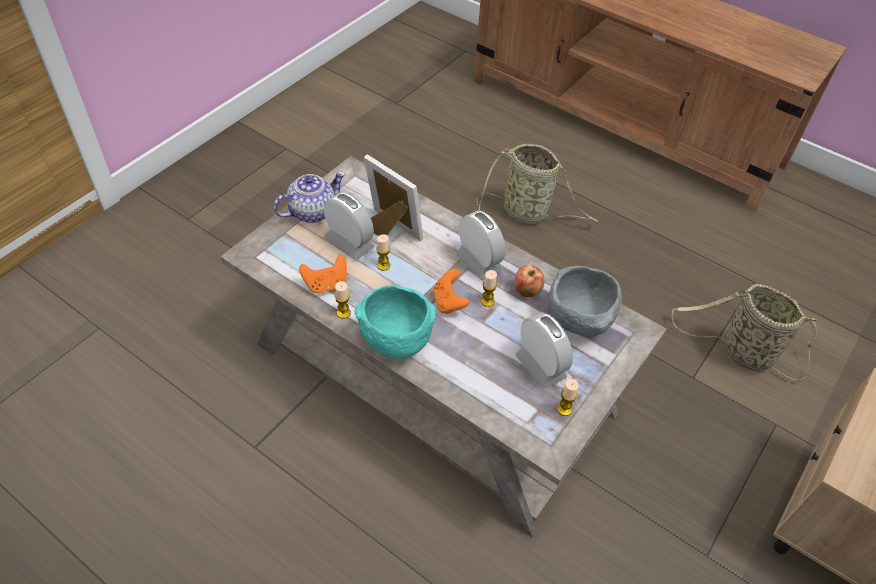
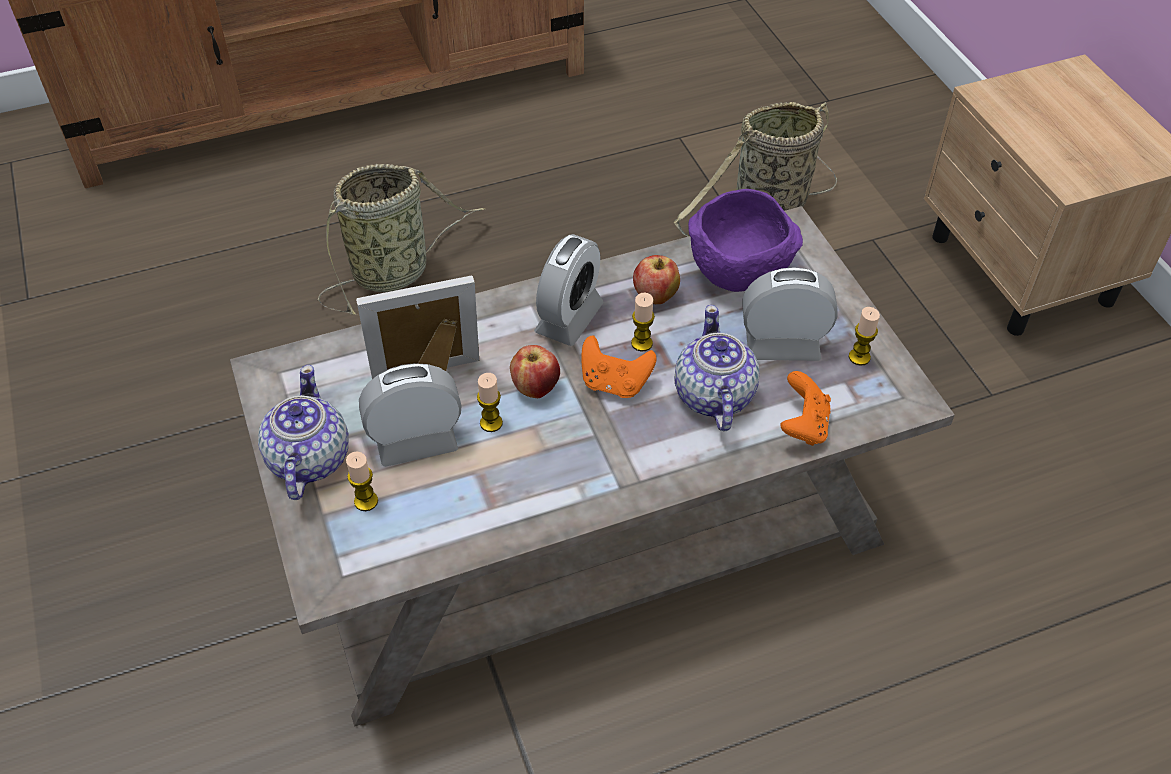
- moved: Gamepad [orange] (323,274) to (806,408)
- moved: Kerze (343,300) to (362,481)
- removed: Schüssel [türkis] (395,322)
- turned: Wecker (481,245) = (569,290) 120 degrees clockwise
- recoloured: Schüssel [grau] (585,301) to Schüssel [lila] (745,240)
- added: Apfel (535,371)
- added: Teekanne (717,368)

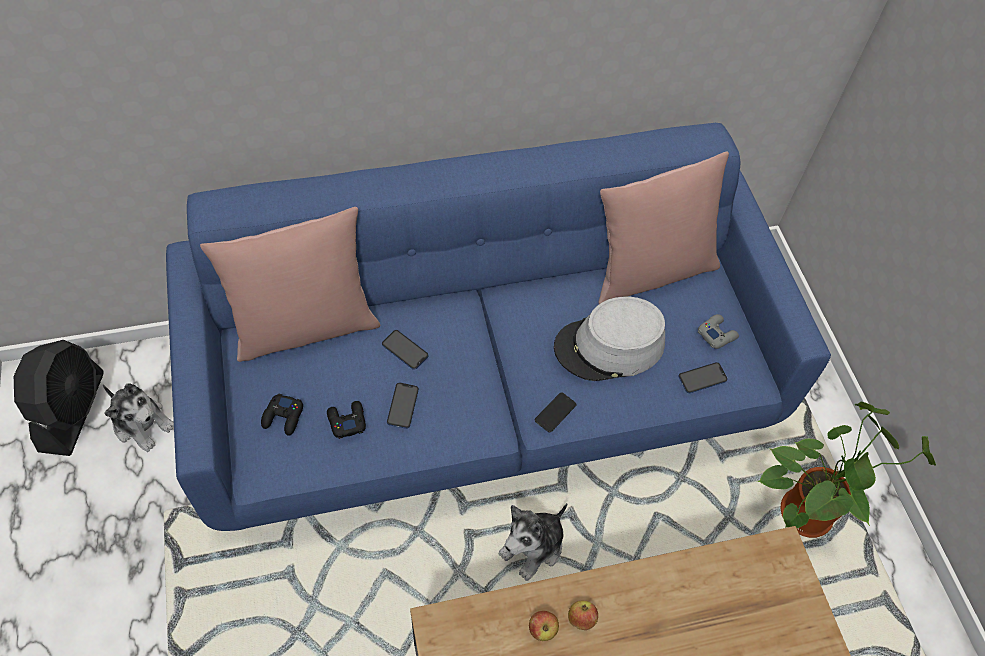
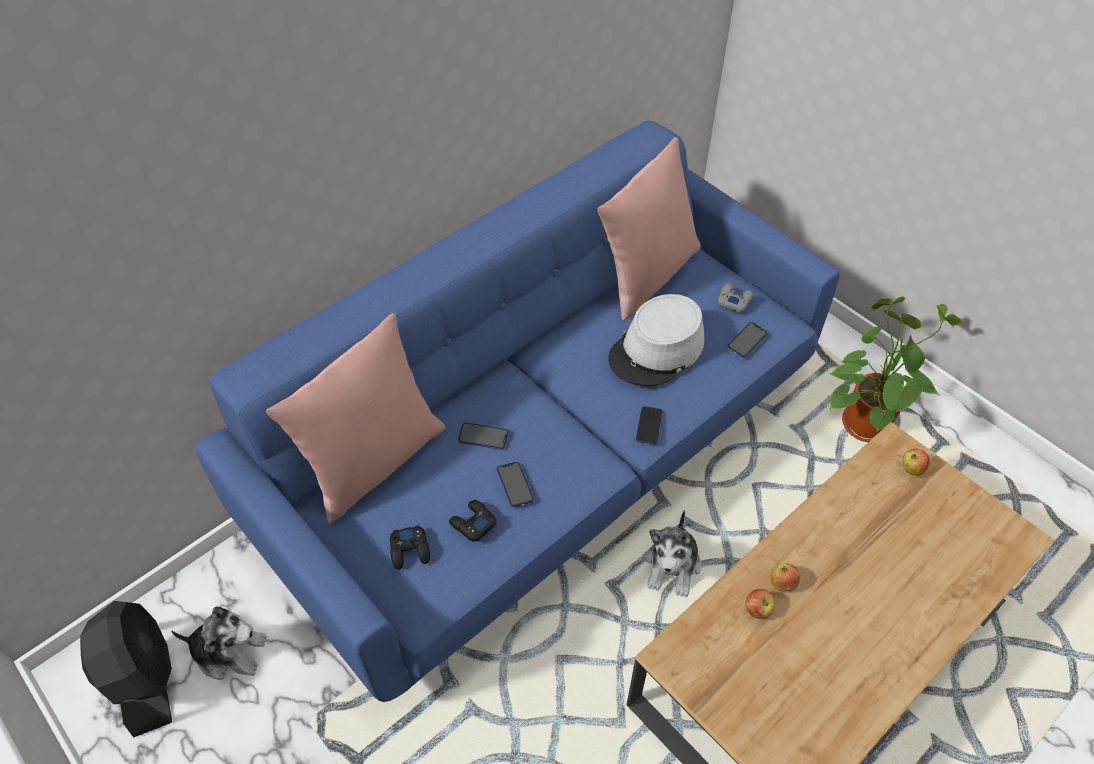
- added: Apfel (916,462)

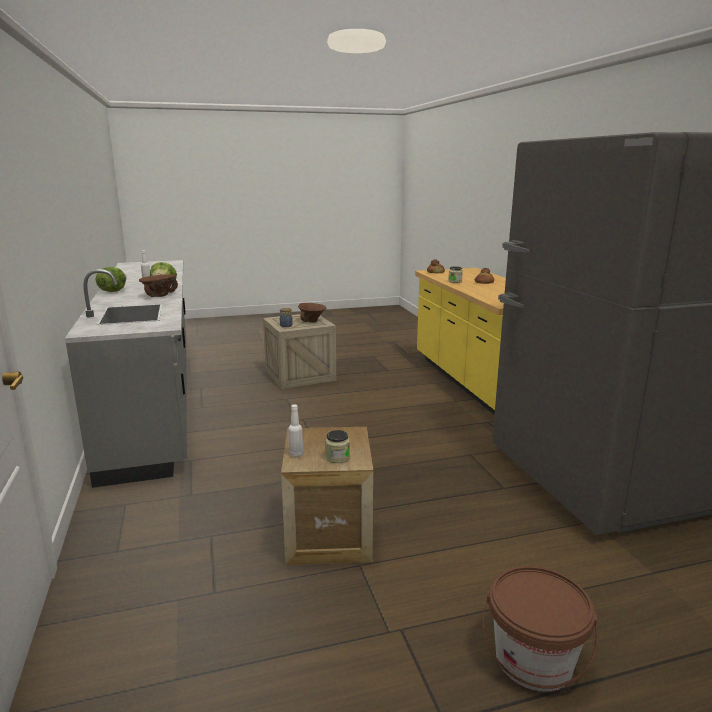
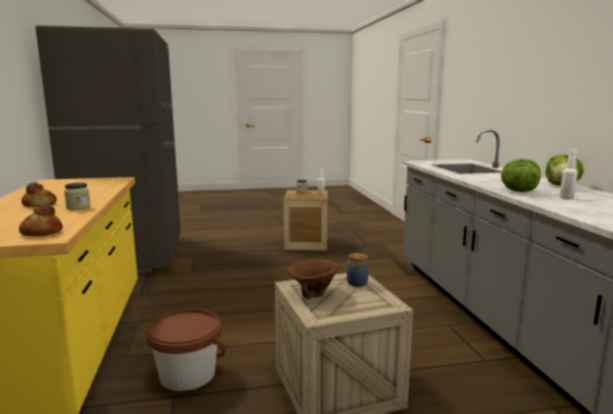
- removed: Schüssel [braun] (158,285)
- moved: Eimer [braun] (540,629) to (186,350)

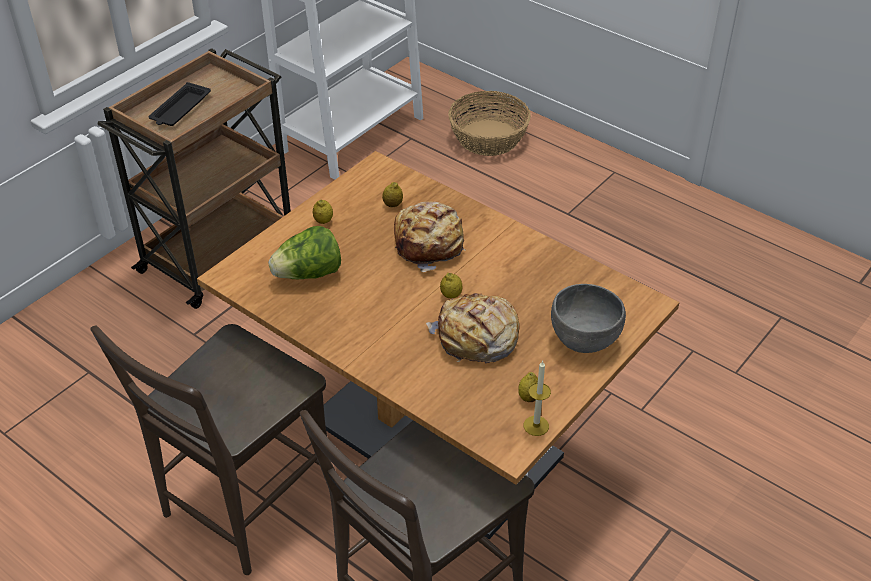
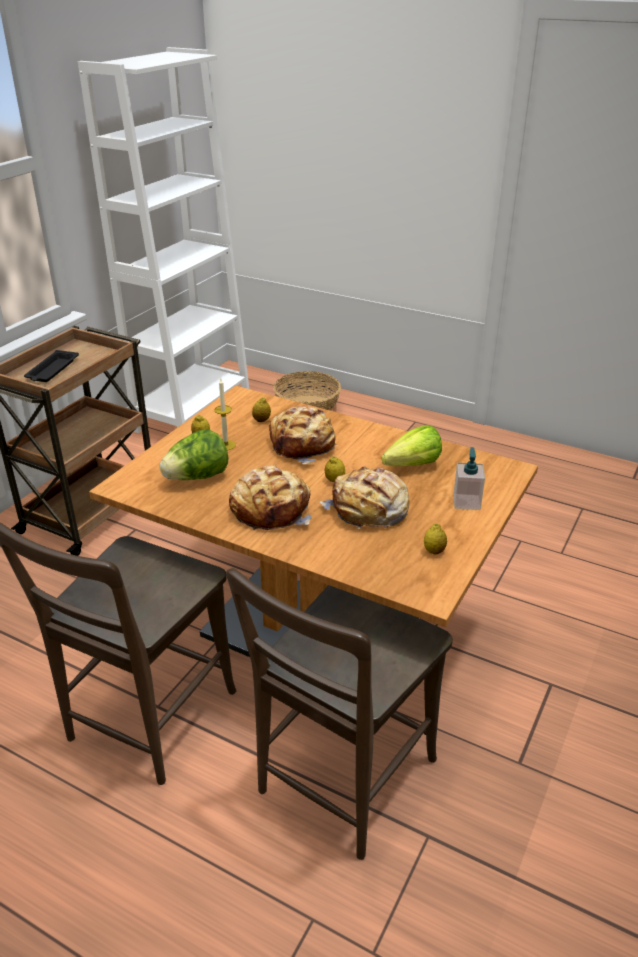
- moved: Kerze (537,398) to (225,414)
- replaced: Schüssel [grau] (588,318) to Seifenspender (469,478)
- added: Brot (270,497)
- added: Salatkopf (412,445)

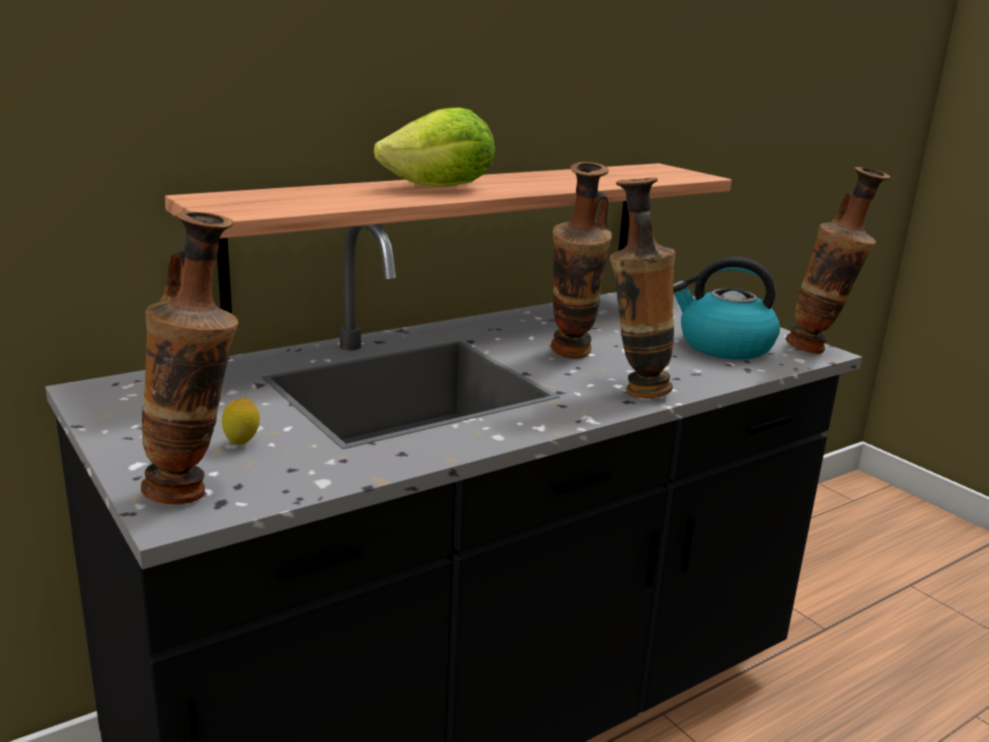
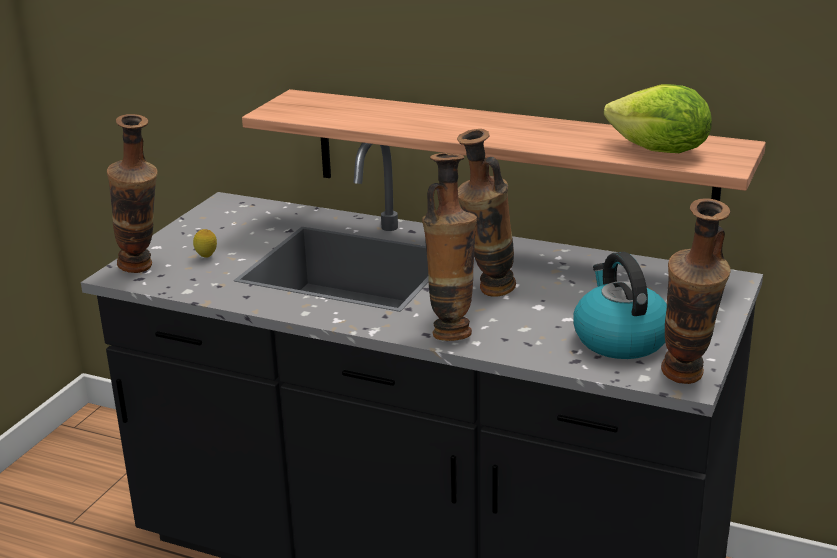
- moved: Salatkopf (434,147) to (658,118)

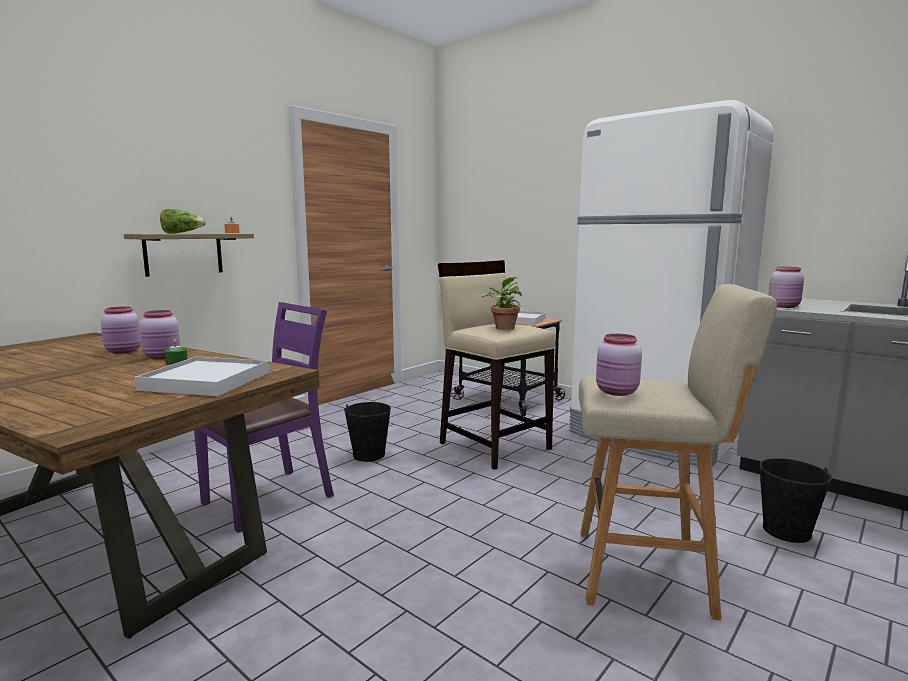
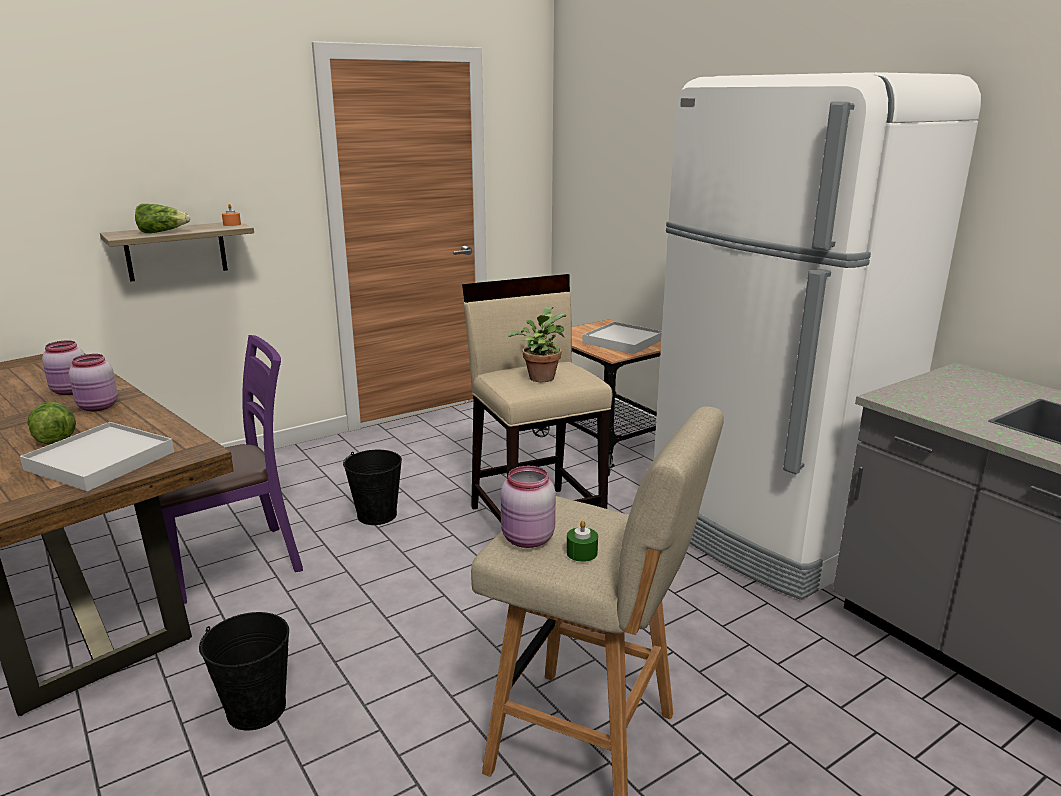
- moved: Kerze [grün] (176,352) to (582,541)
- moved: Eimer [schwarz] (795,500) to (244,671)
- removed: Vorratsglas [rosa] (786,287)
- added: Salatkopf (51,423)

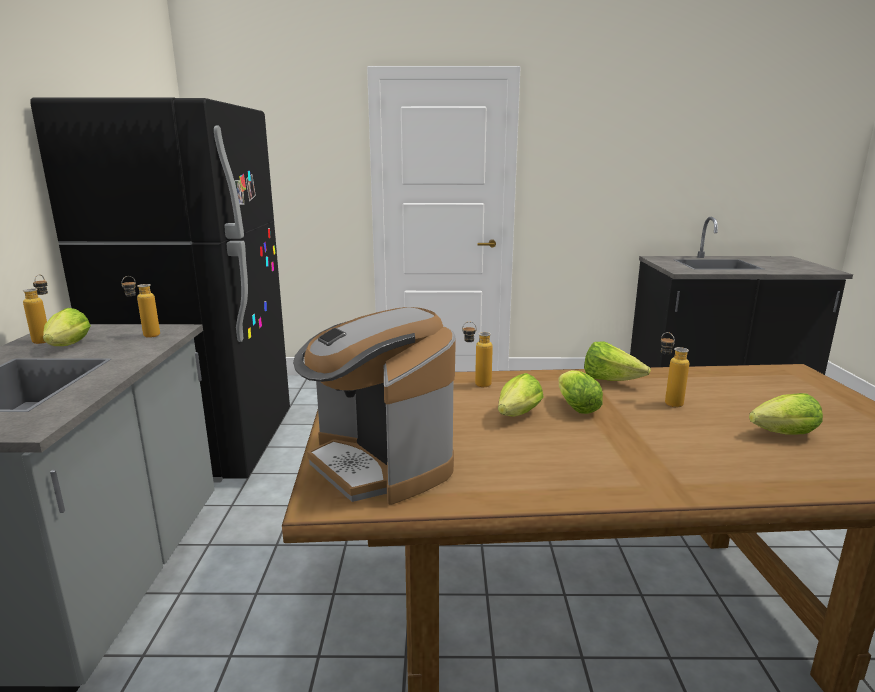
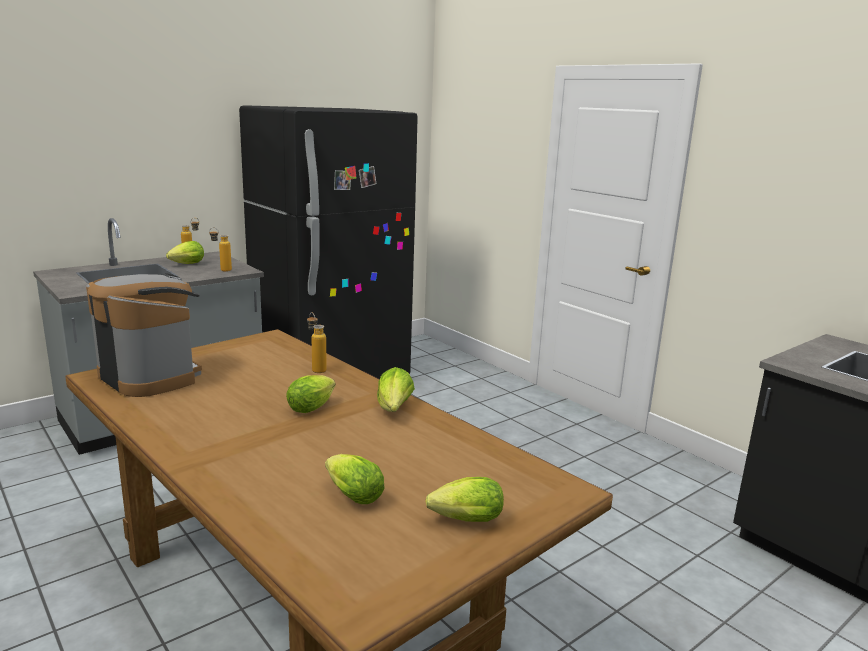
- turned: Kaffeemaschine (374,406) = (144,335) 120 degrees clockwise
- moved: Salatkopf (520,395) to (464,499)
- removed: Flasche (674,369)

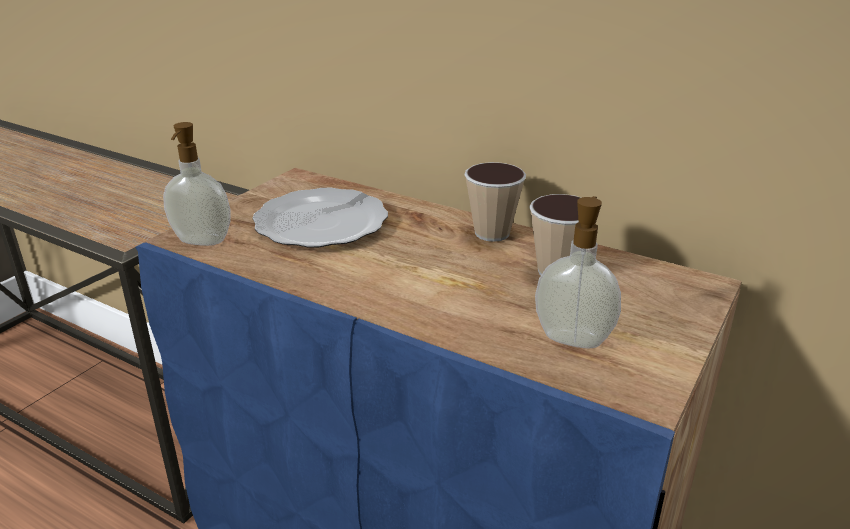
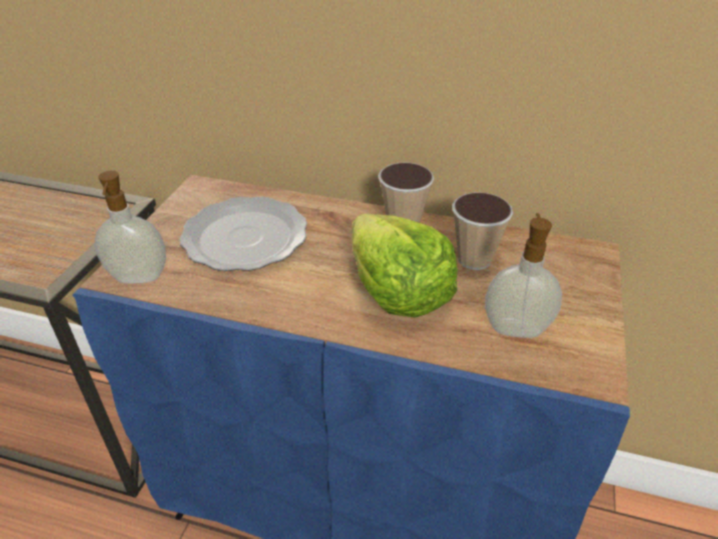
- added: Salatkopf (405,266)

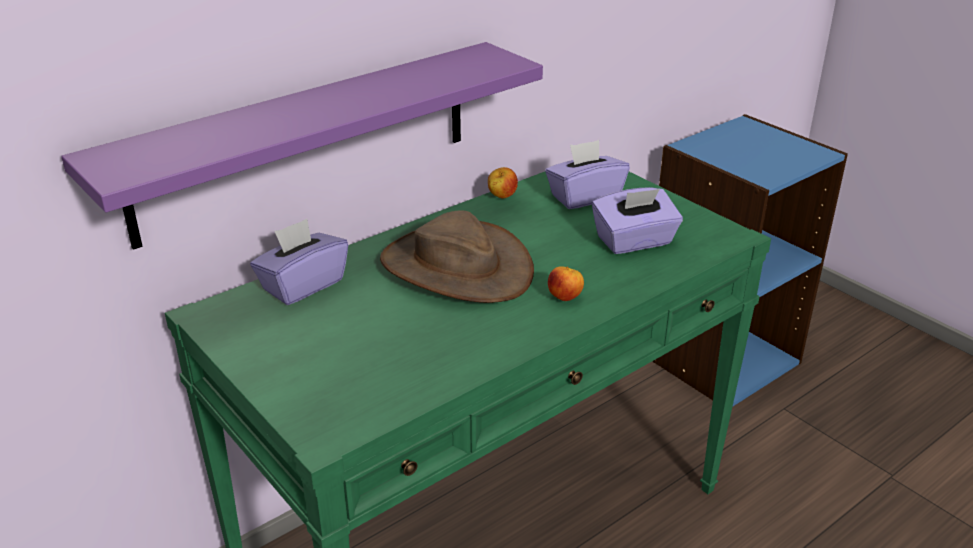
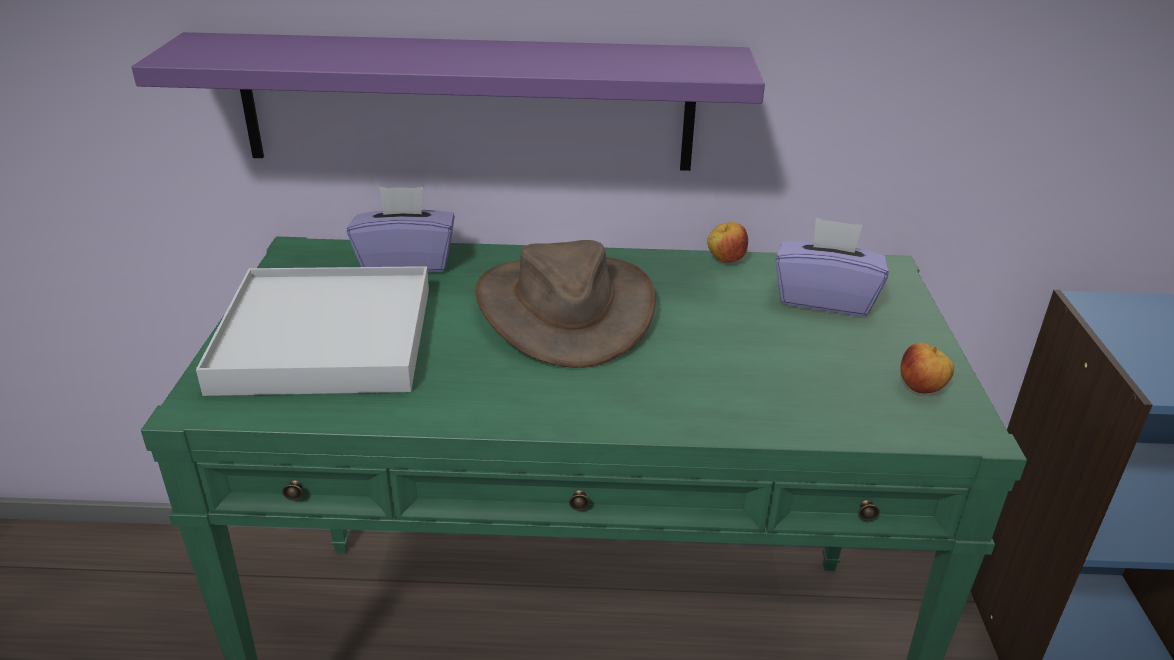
- moved: Apfel (566,283) to (927,368)
- removed: Taschentuchbox [lila] (637,220)
- added: Tablett [weiß] (312,331)

